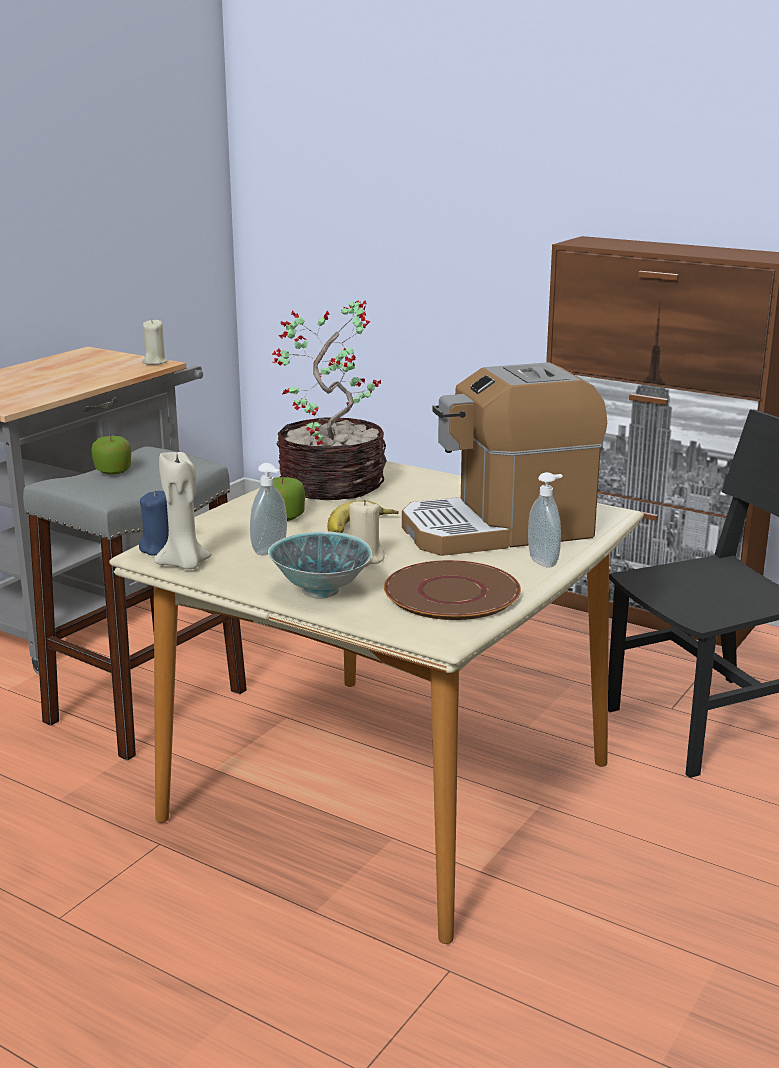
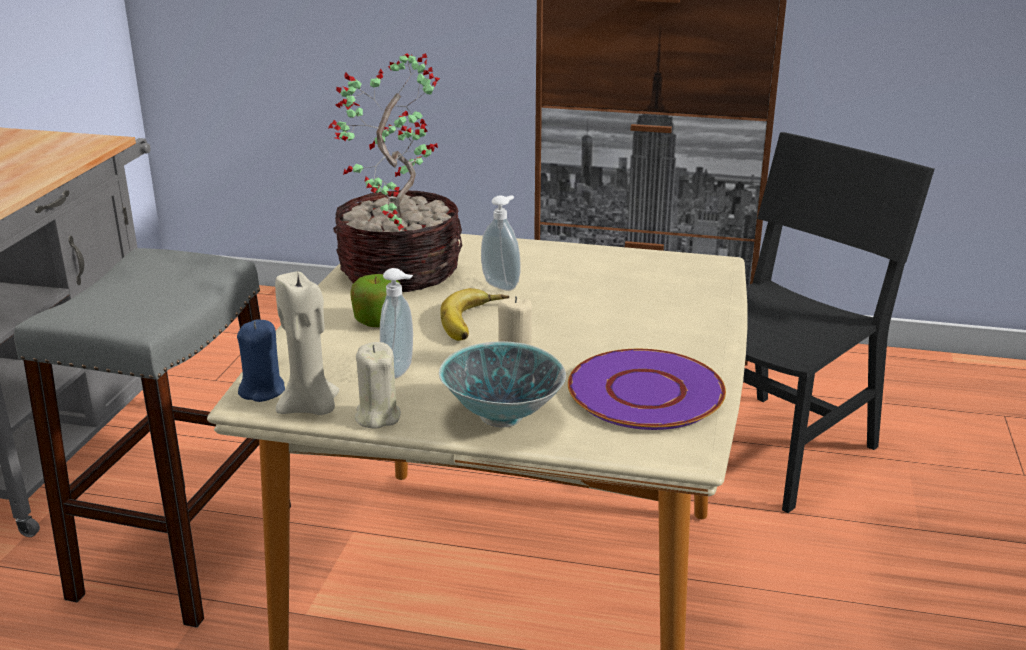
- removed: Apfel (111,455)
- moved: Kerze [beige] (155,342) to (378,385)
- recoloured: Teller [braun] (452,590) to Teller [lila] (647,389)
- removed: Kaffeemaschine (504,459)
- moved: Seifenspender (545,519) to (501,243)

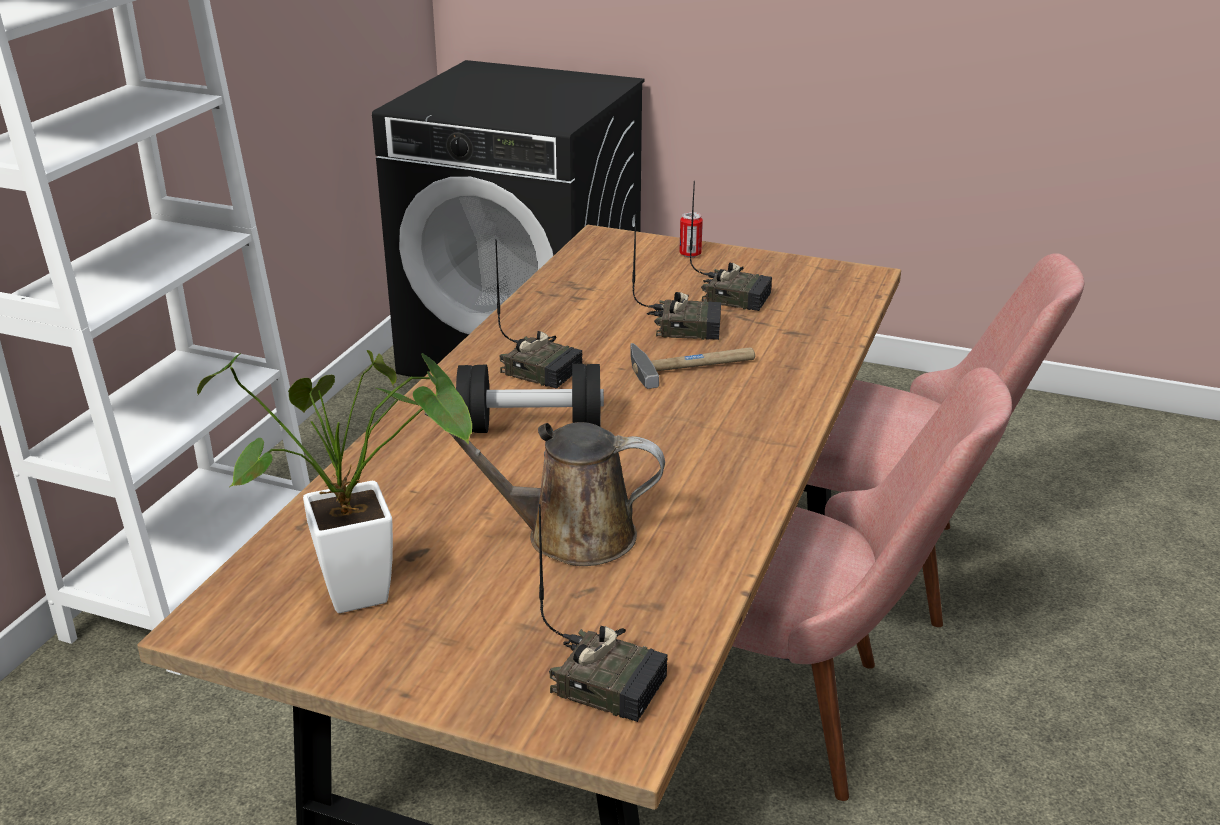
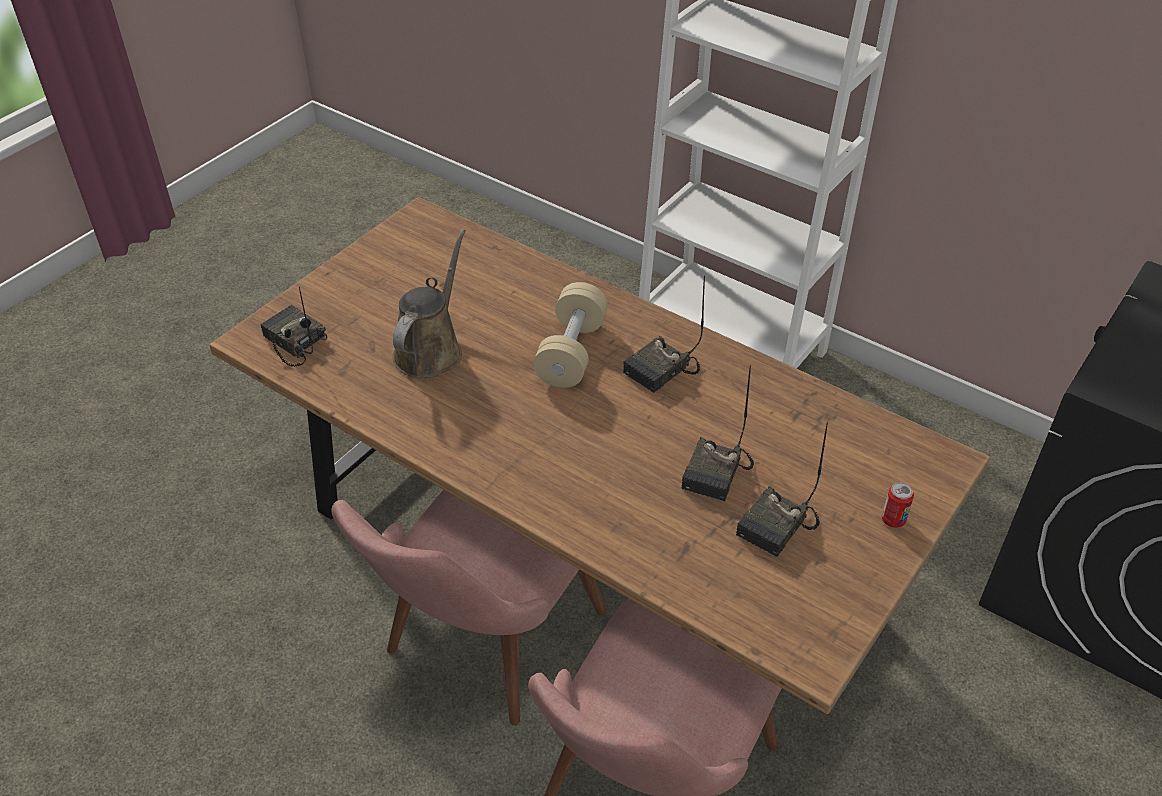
- removed: Topfpflanze (334,481)
- recoloured: Hantel [schwarz] (530,398) to Hantel [beige] (570,335)
- turned: Radio (603,613) = (293,327) 90 degrees clockwise
- removed: Hammer (692,366)

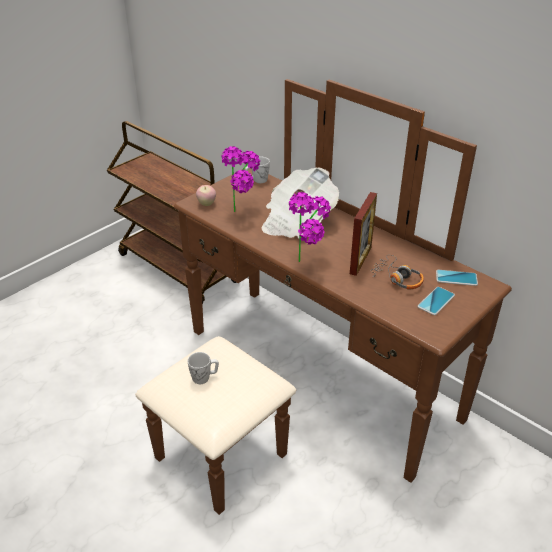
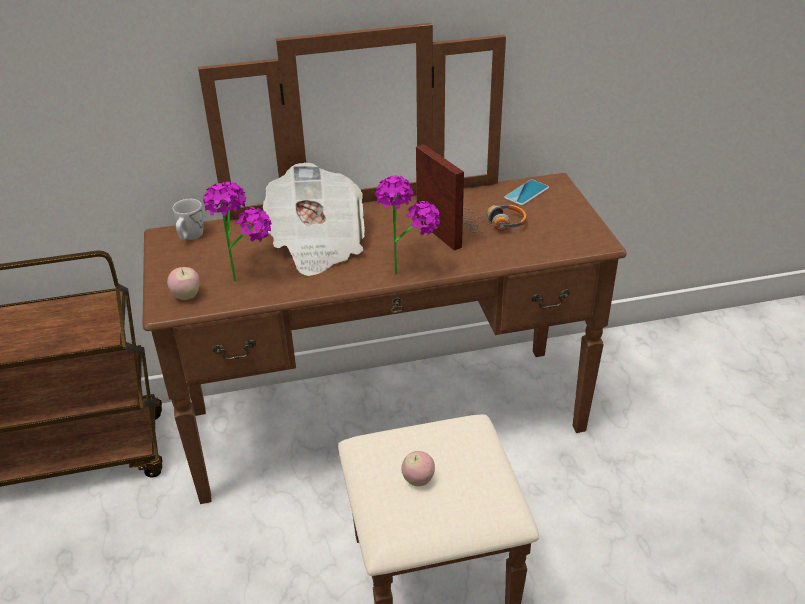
- replaced: Henkelbecher [weiß] (203,368) to Apfel (418,468)
- removed: Handy (436,301)

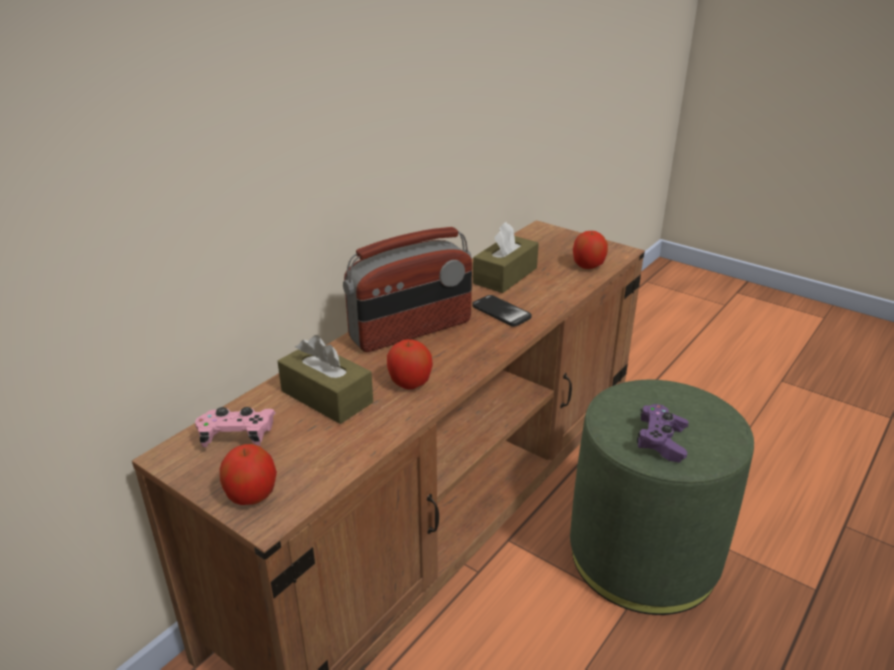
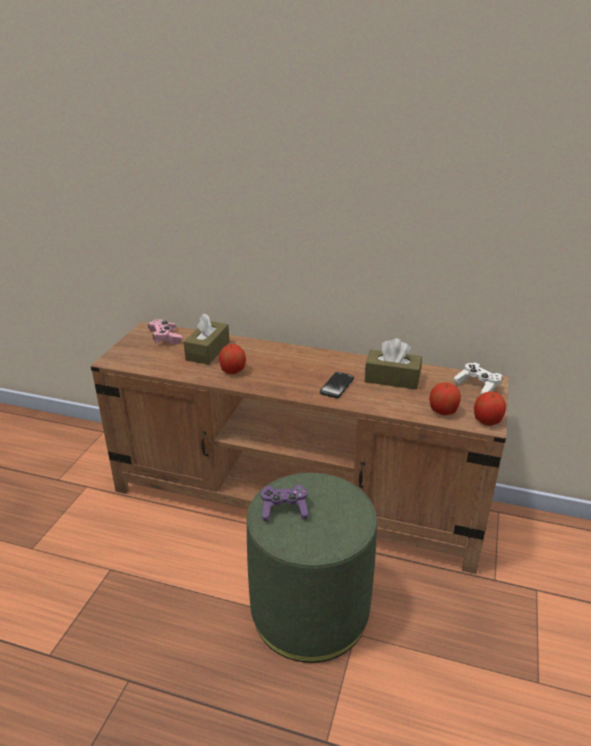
- moved: Apfel (248,474) to (490,409)
- removed: Radio (407,289)
- added: Gamepad [weiß] (478,378)

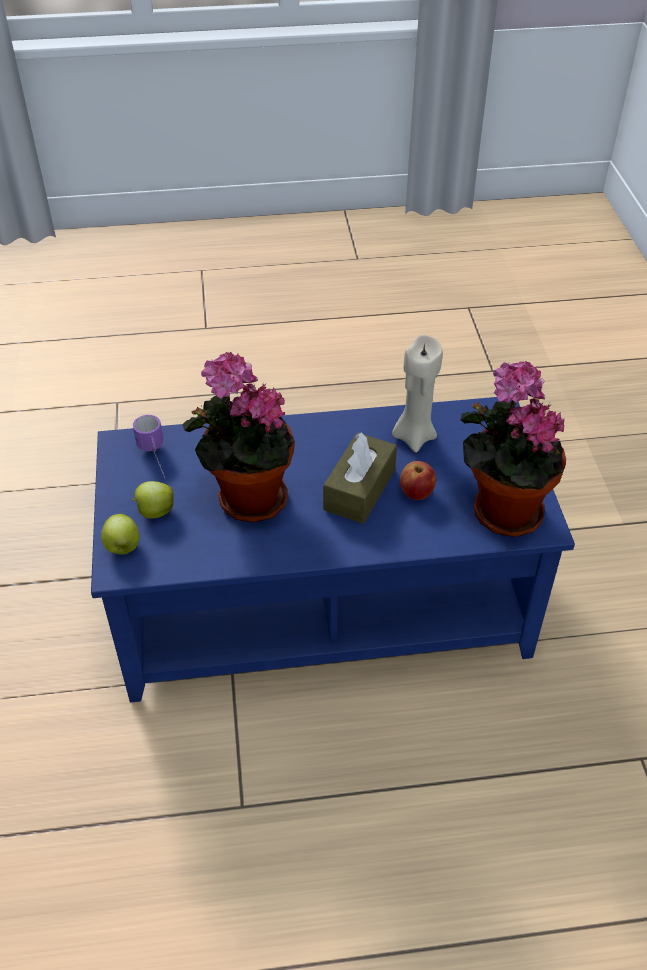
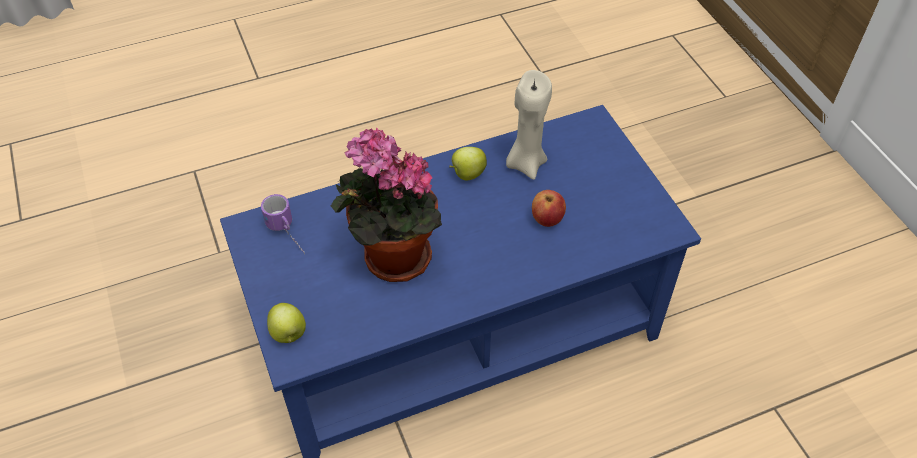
- moved: Apfel (152,500) to (468,163)
- removed: Taschentuchbox [braun] (360,478)
- removed: Topfpflanze (513,449)

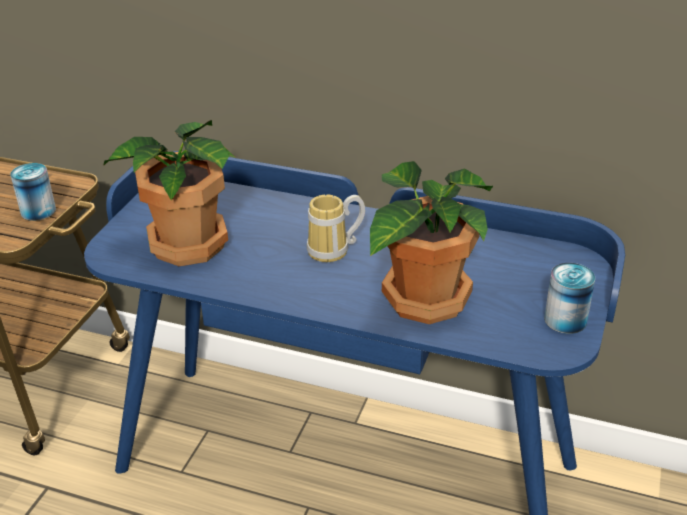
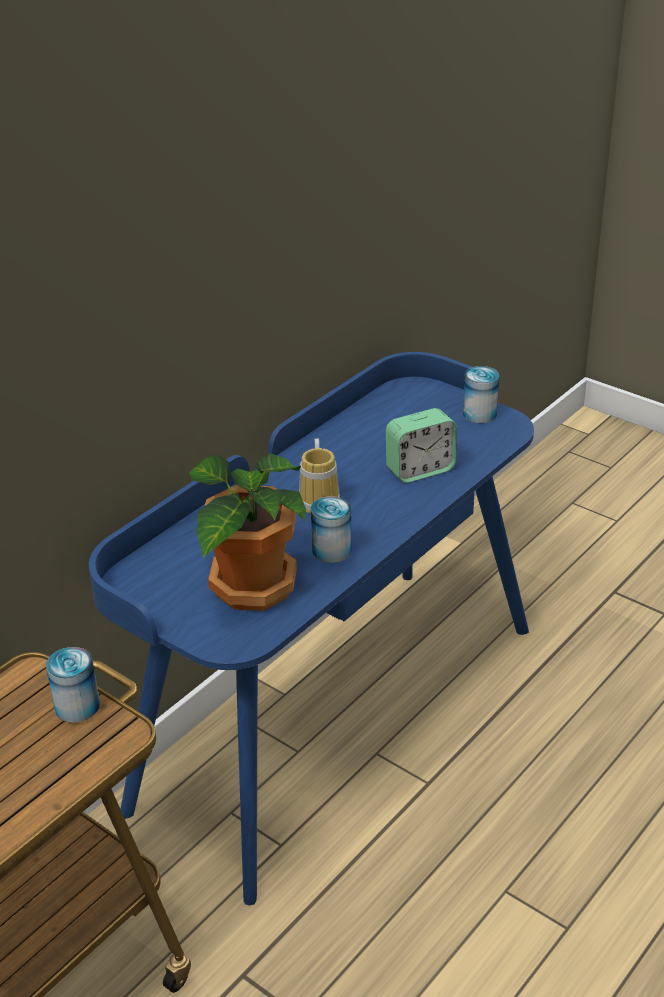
- replaced: Topfpflanze (431,242) to Wecker (421,445)
- added: Dose (331,529)

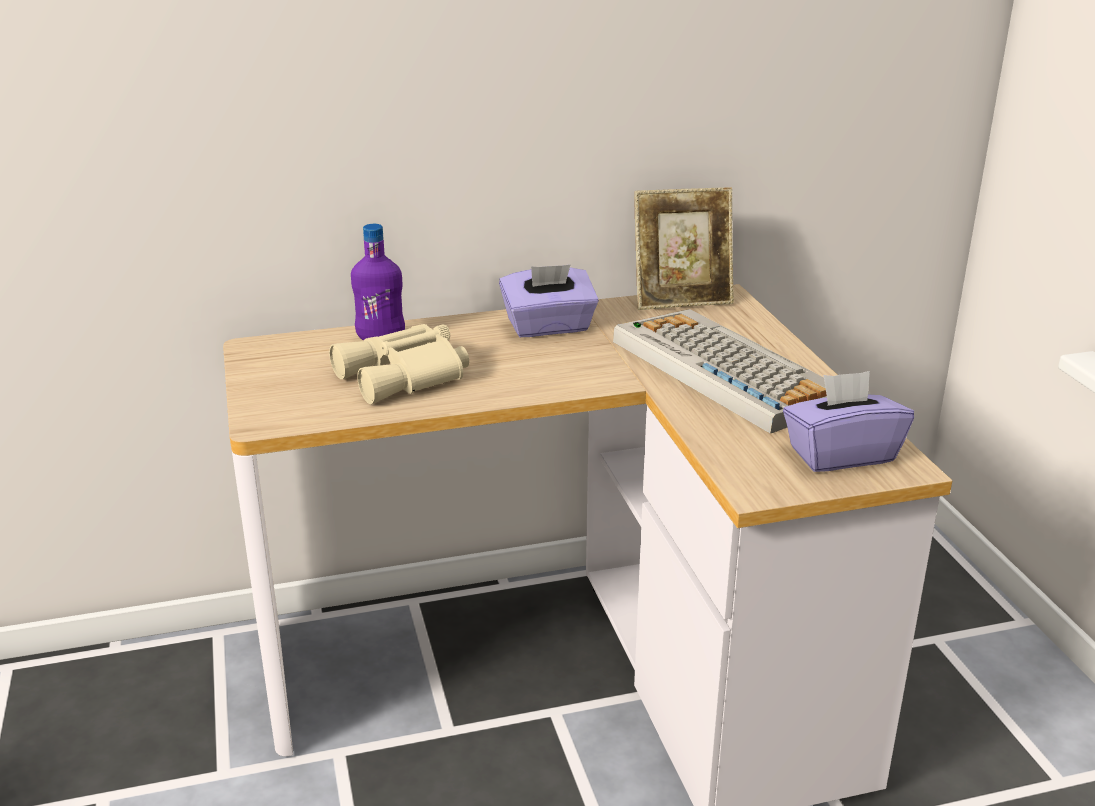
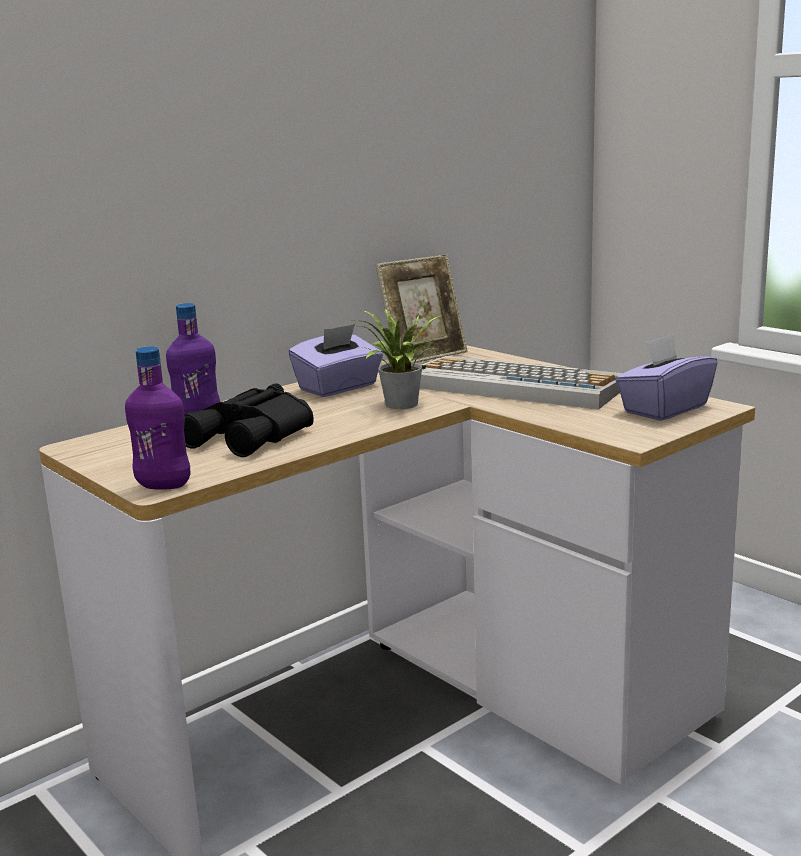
- recoloured: Fernglas [beige] (399,364) to Fernglas [schwarz] (249,420)
- added: Flasche [lila] (157,418)
- added: Topfpflanze (397,357)

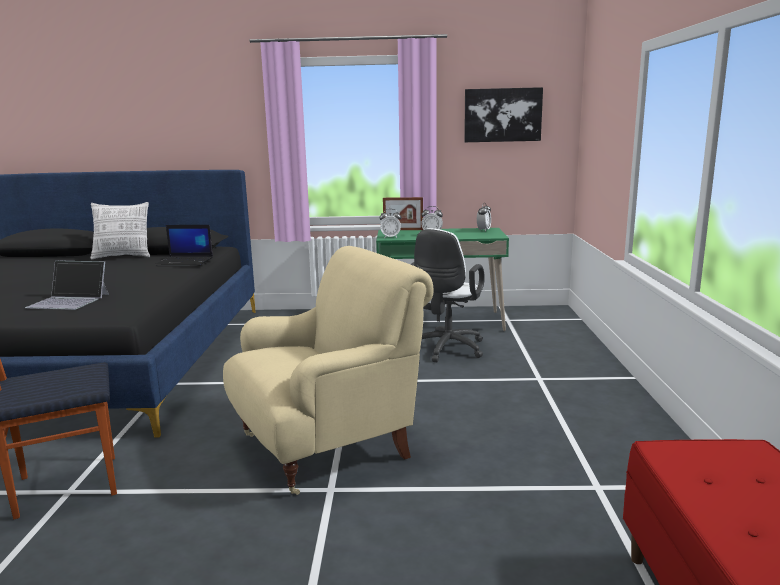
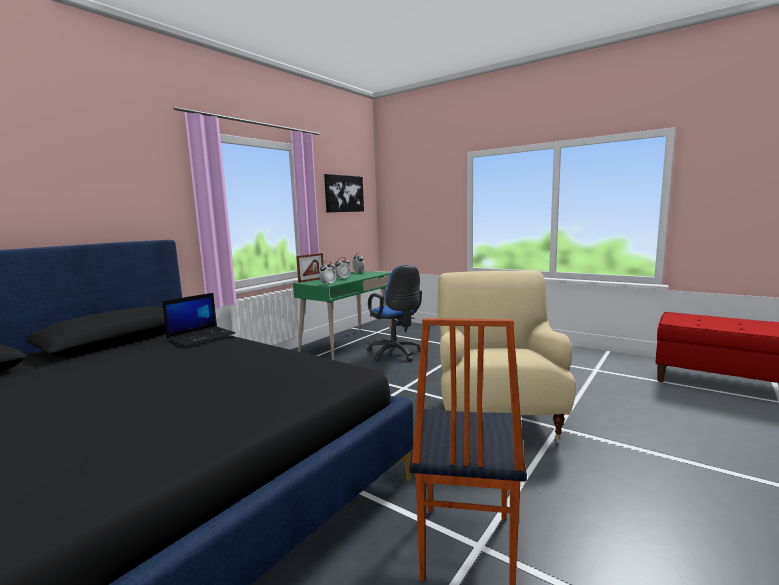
- removed: Laptop (67,285)
- removed: Kissen (120,231)
- recoloured: Bürostuhl [weiß] (447,295) to Bürostuhl [blau] (394,313)

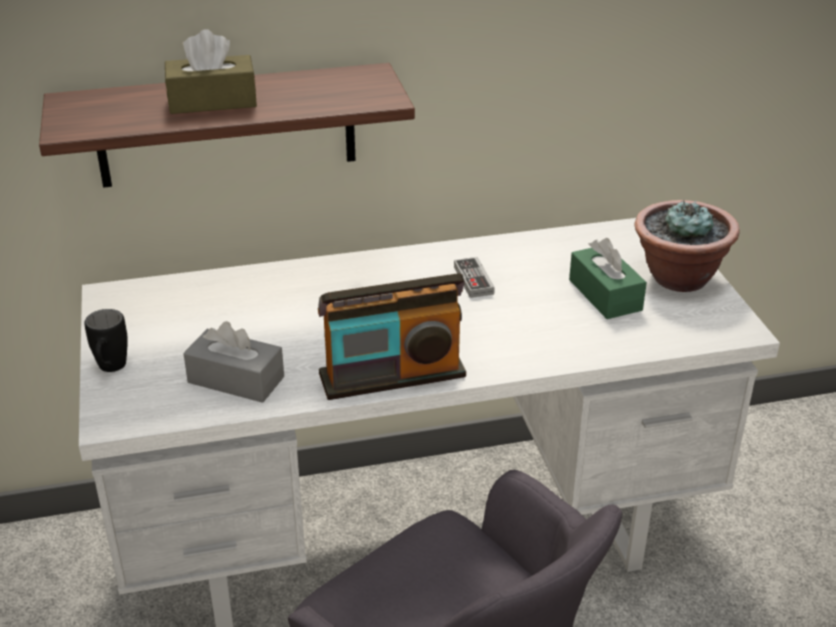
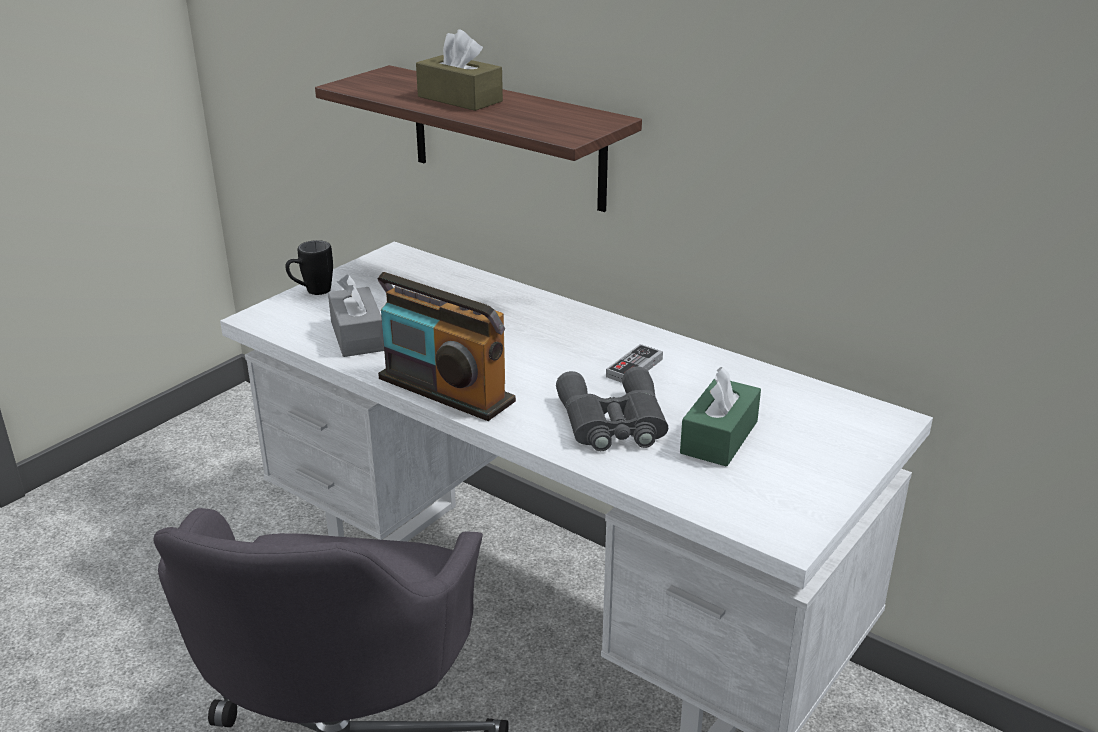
- removed: Topfpflanze (687,246)
- added: Fernglas [grau] (612,409)

